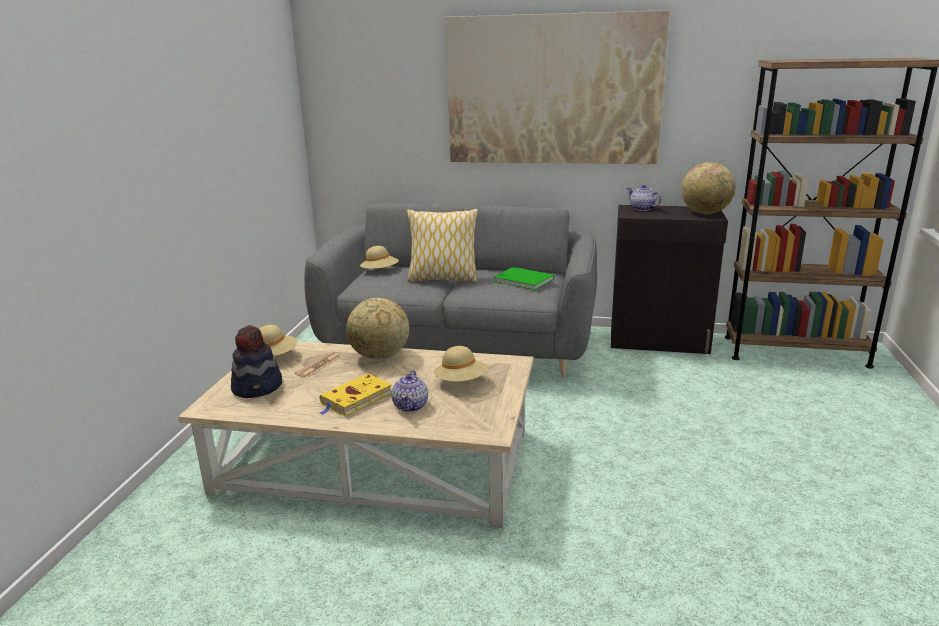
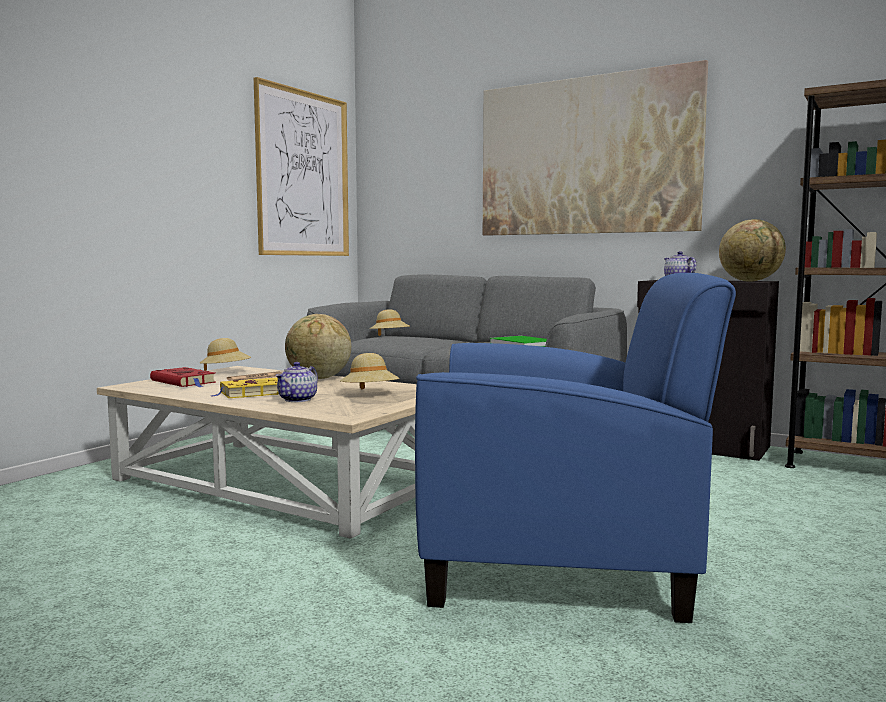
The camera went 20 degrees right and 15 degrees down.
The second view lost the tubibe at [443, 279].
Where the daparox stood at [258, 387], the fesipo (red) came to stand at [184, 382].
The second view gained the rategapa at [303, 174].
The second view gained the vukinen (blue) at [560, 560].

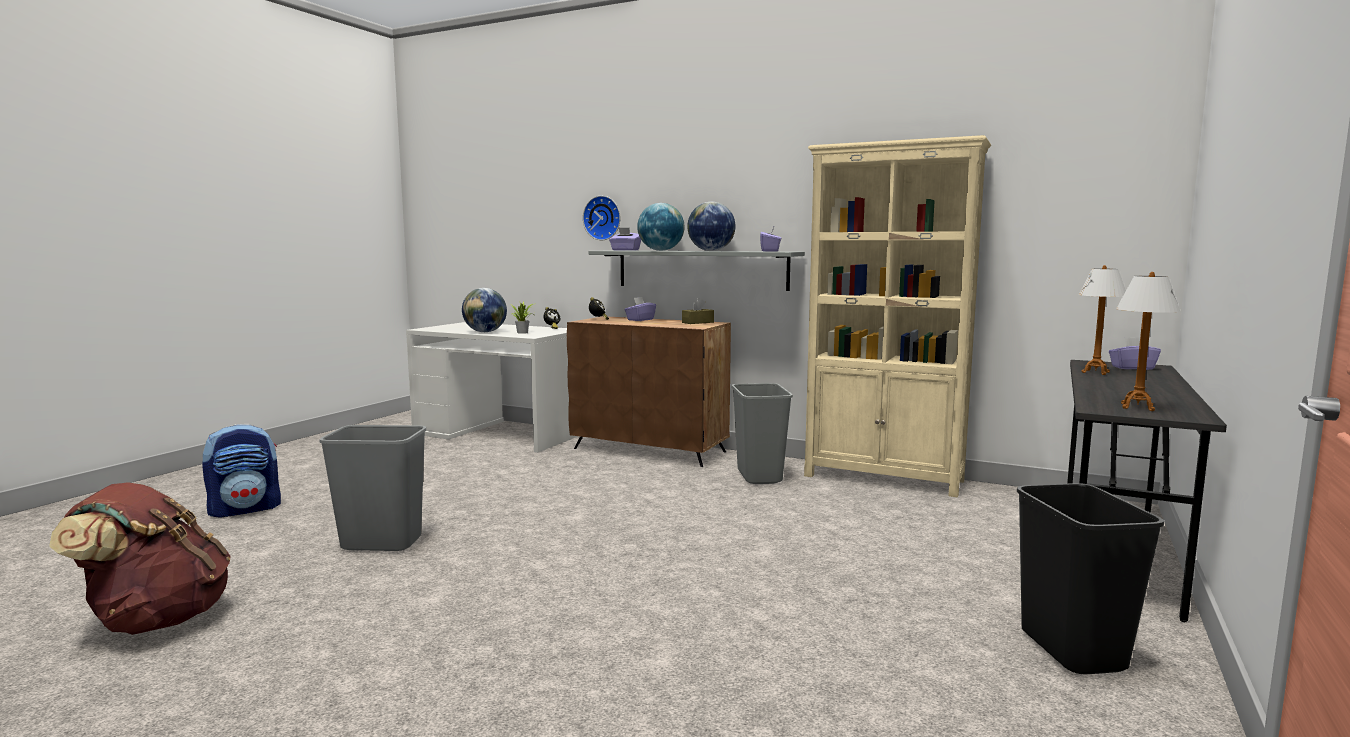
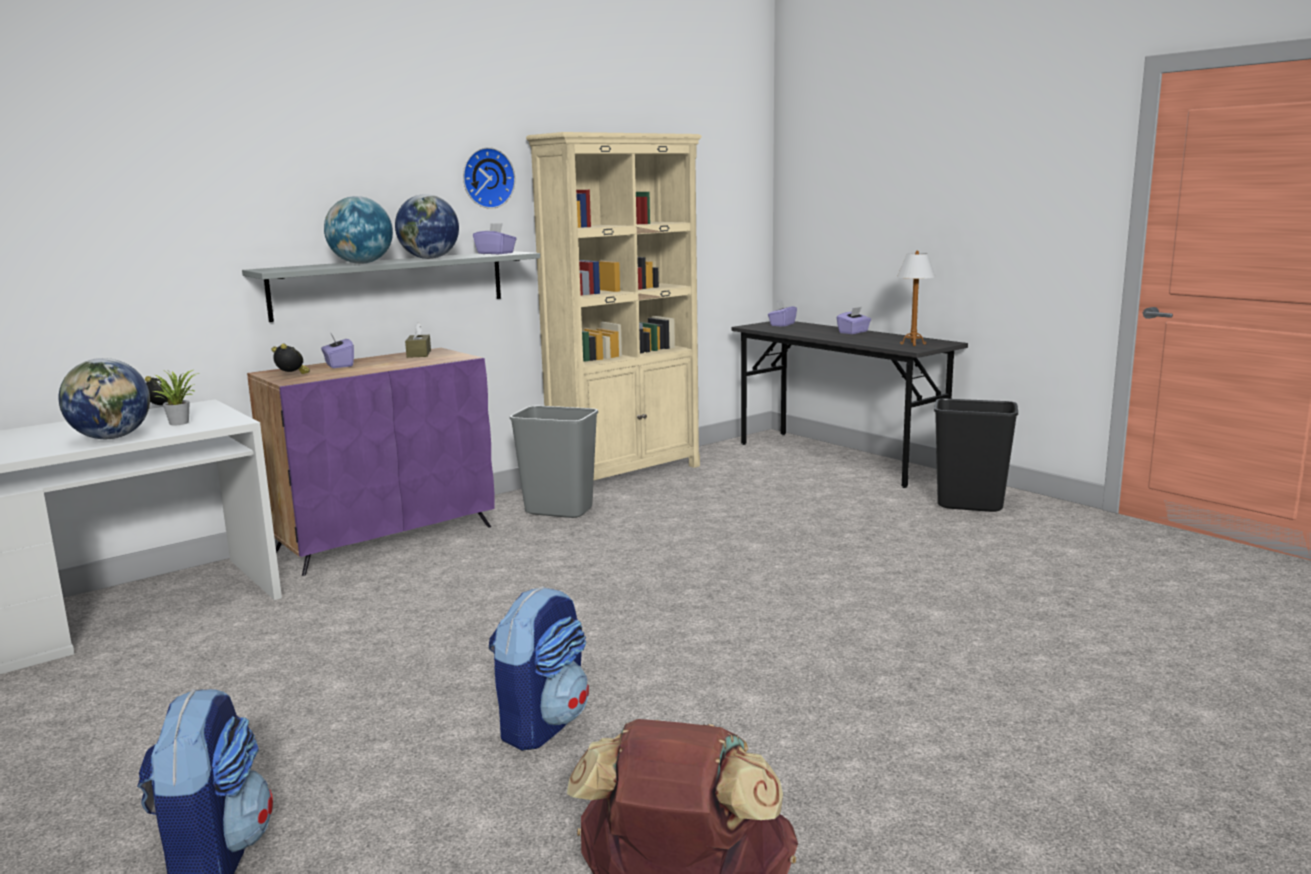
The camera went 65 degrees left and 5 degrees up.
The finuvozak ended up elsewhere, having gone from [603, 218] to [487, 178].
The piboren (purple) ended up elsewhere, having gone from [625, 250] to [853, 332].
The second view lost the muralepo at [1095, 372].
What was the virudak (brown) at [650, 450] turned into the virudak (purple) at [386, 538].
Where the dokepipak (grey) stood at [383, 543], the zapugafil came to stand at [542, 724].

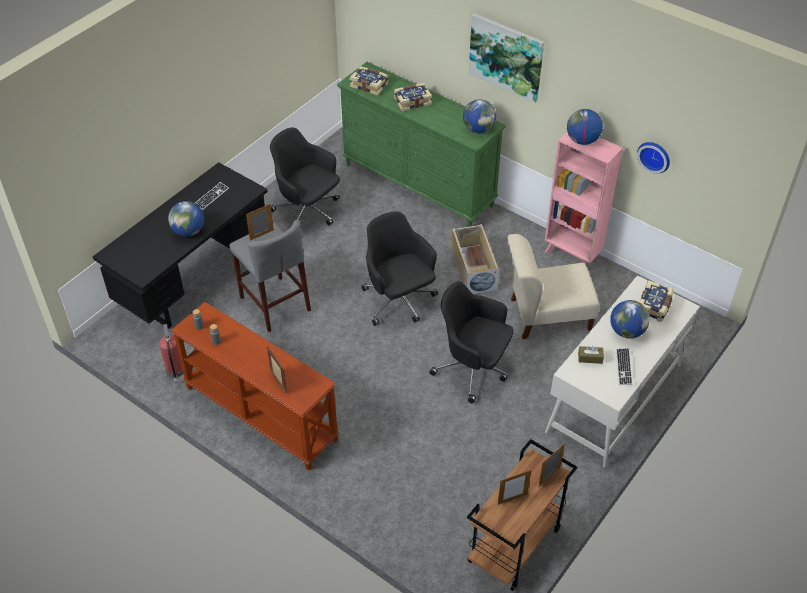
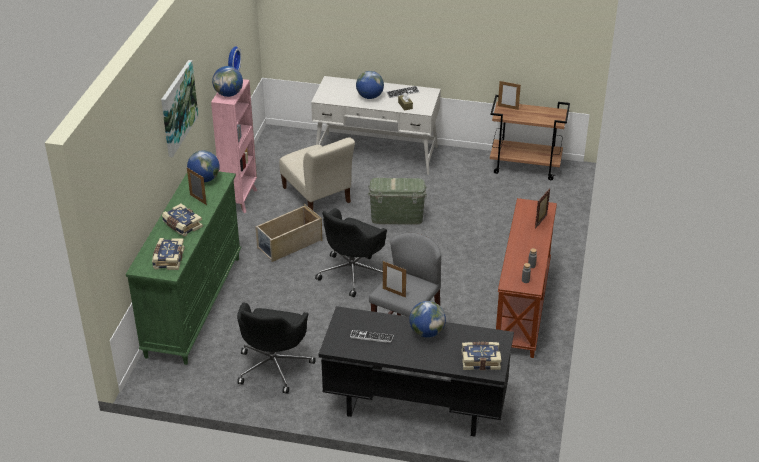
The camera went 115 degrees left and 10 degrees down.
The fesipo ended up elsewhere, having gone from [654, 306] to [480, 360].
Where the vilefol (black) stood at [473, 369], the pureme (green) came to stand at [397, 217].
The second view lost the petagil at [175, 371].
The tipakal ended up elsewhere, having gone from [512, 499] to [198, 200].

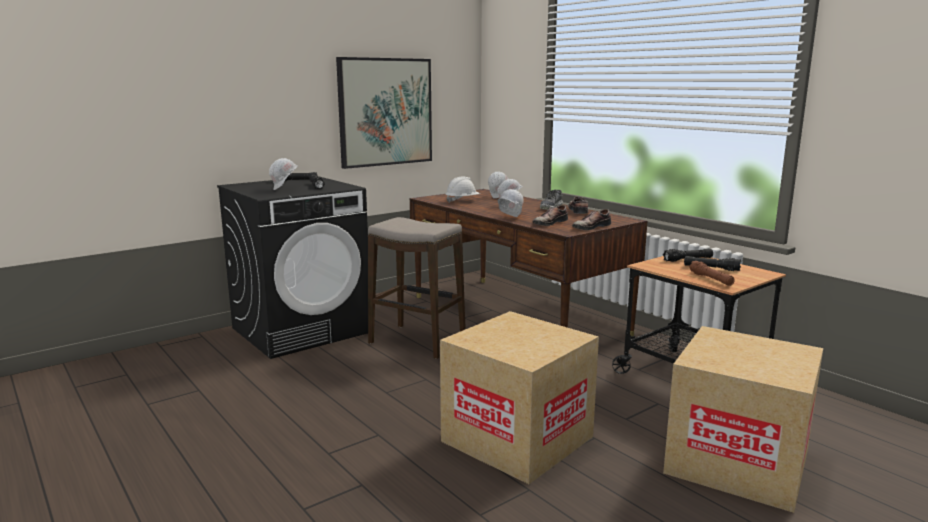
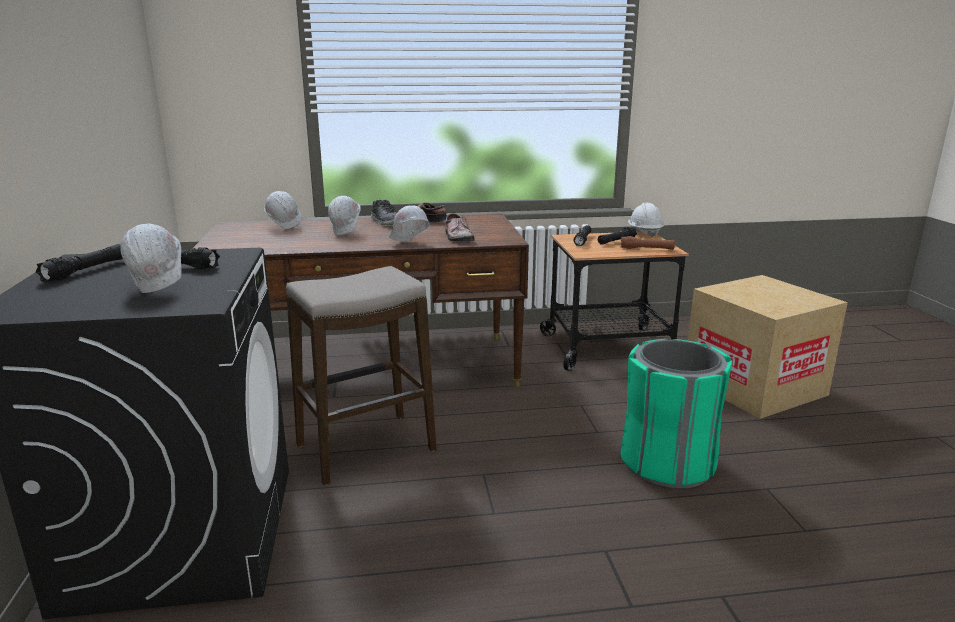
The camera went 60 degrees left and 5 degrees up.
The second view lost the rategapa at [385, 112].
The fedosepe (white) ended up elsewhere, having gone from [462, 201] to [644, 232].
The second view lost the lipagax at [590, 227].
Where the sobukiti stood at [517, 439], the dokepipak (green) came to stand at [667, 463].

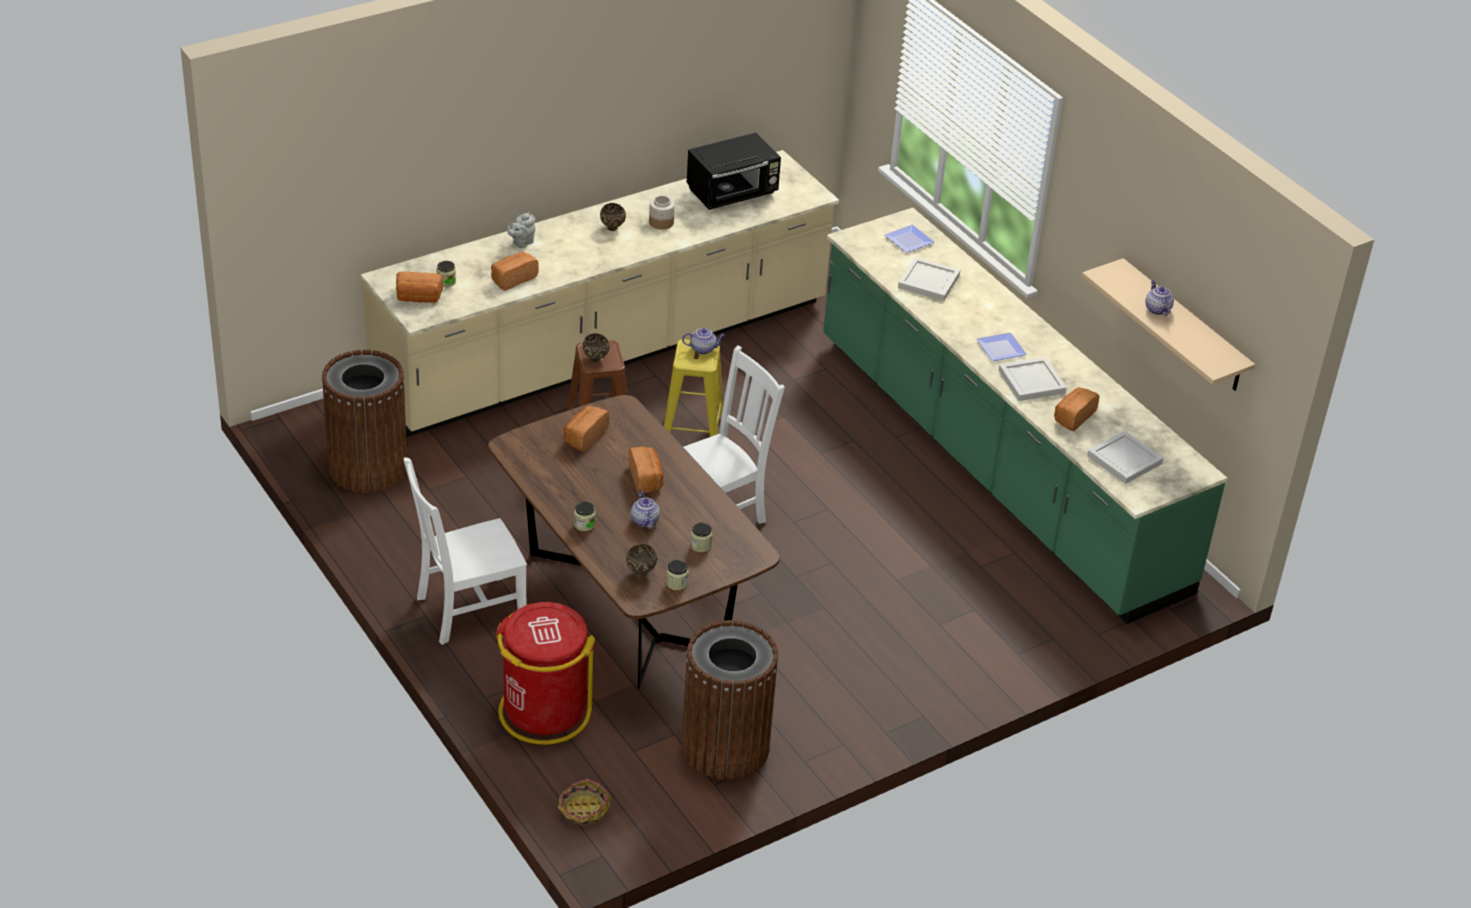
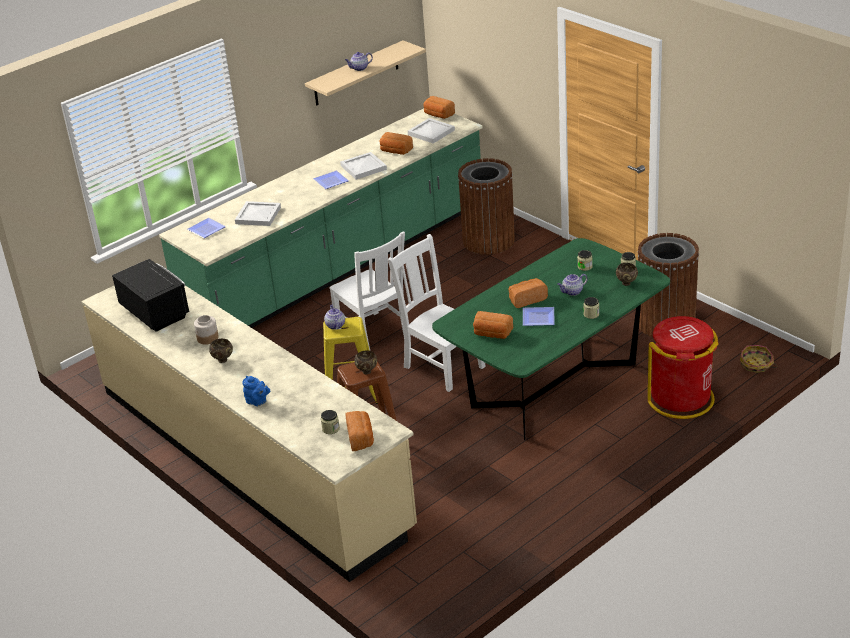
The camera went 95 degrees left and 5 degrees down.
What was the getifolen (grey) at [521, 243] turned into the getifolen (blue) at [258, 402].
The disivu ended up elsewhere, having gone from [513, 279] to [438, 115].
The dokepipak (brown) ended up elsewhere, having gone from [368, 467] to [488, 241].
What was the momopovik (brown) at [626, 603] turned into the momopovik (green) at [554, 386].
The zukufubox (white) ended up elsewhere, having gone from [467, 610] to [373, 335].
The second view gained the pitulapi at [537, 318].

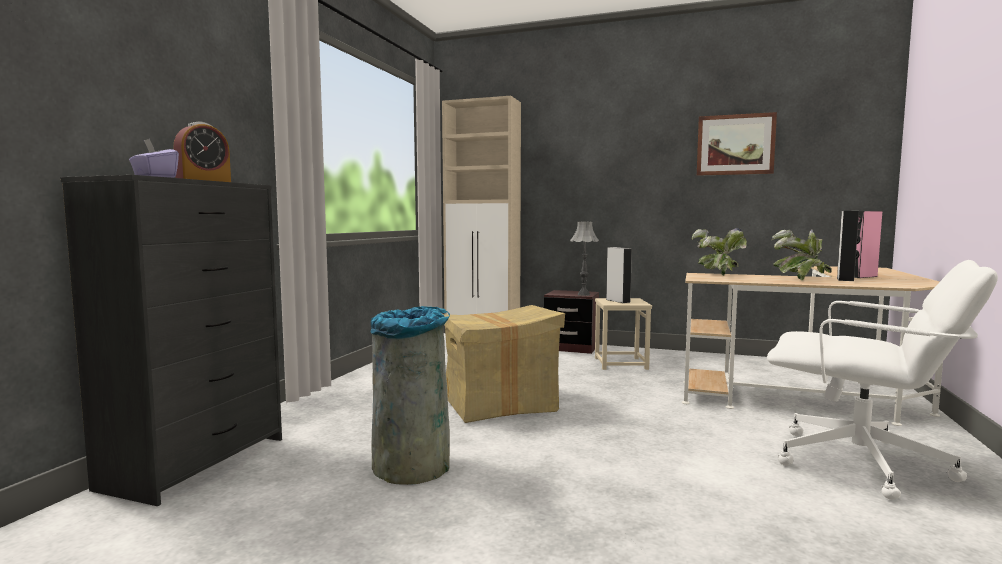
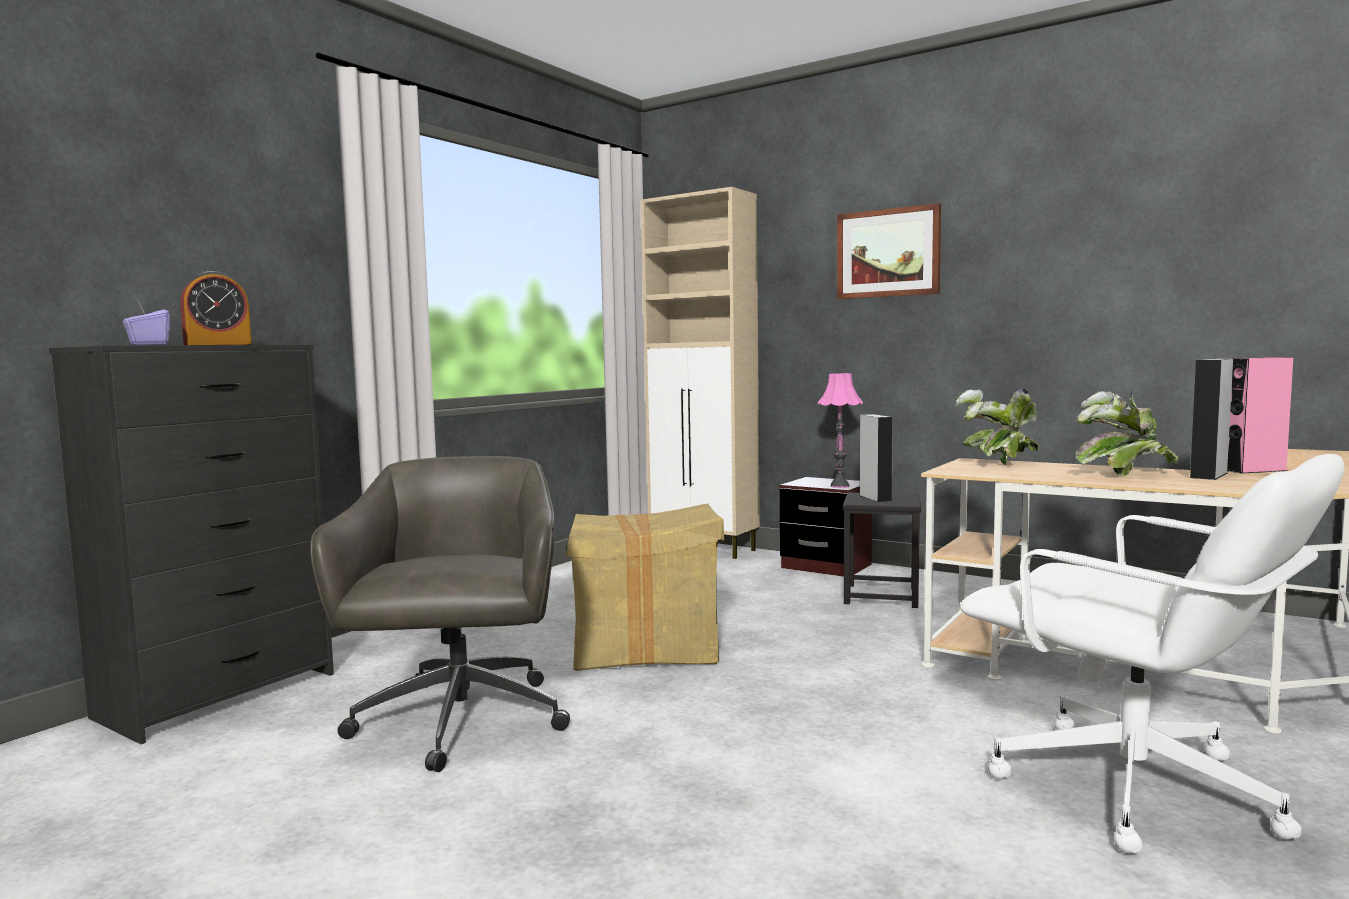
The camera went 15 degrees right and 0 degrees up.
The rategapa ended up elsewhere, having gone from [735, 145] to [888, 253].
What was the muralepo (grey) at [583, 295] turned into the muralepo (pink) at [839, 486].
What was the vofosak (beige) at [620, 363] turned into the vofosak (black) at [880, 595].
Where the dokepipak (grey) stood at [412, 465], the vilefol (grey) came to stand at [459, 723].

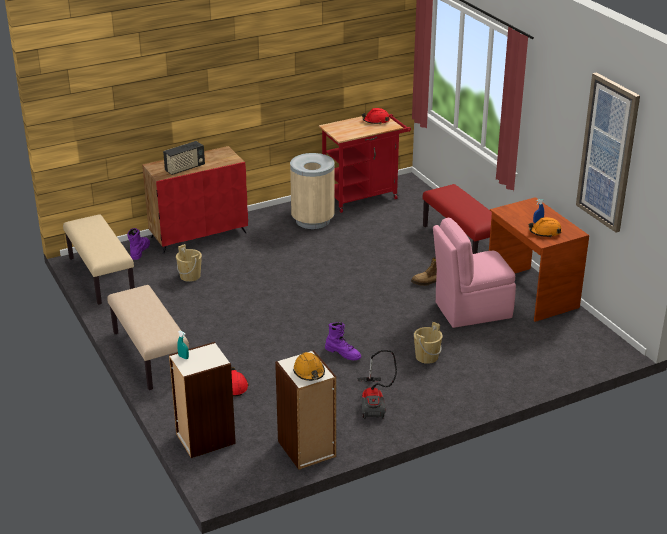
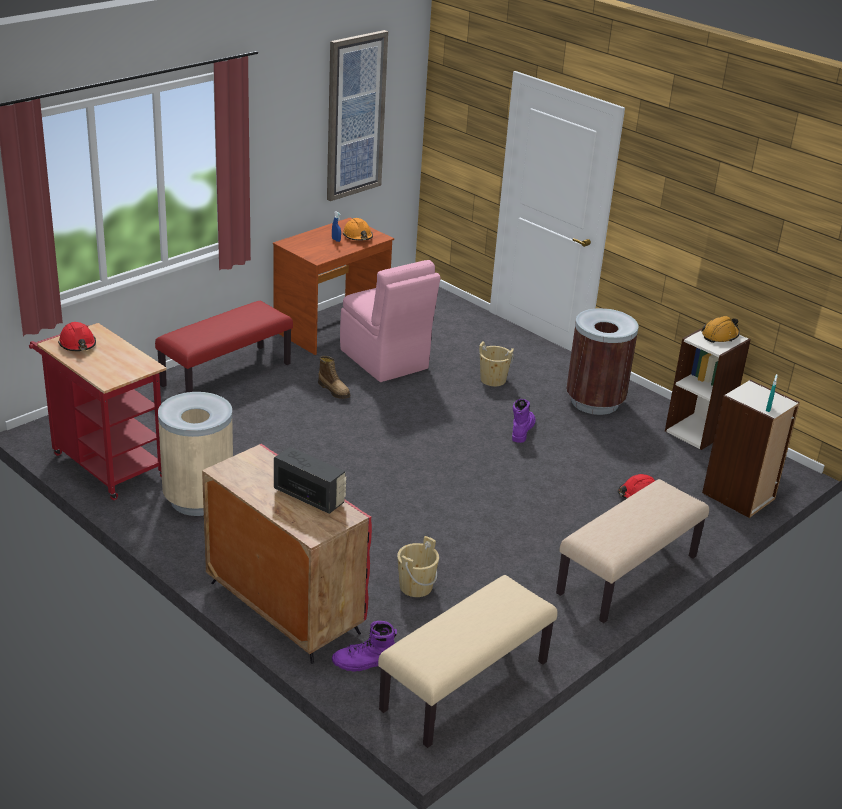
The camera went 110 degrees left and 0 degrees up.
Where the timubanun stood at [374, 403], the dokepipak (brown) came to stand at [595, 402].

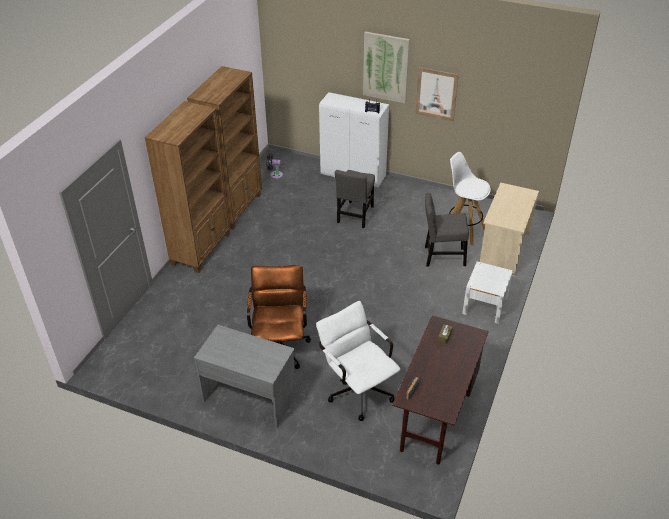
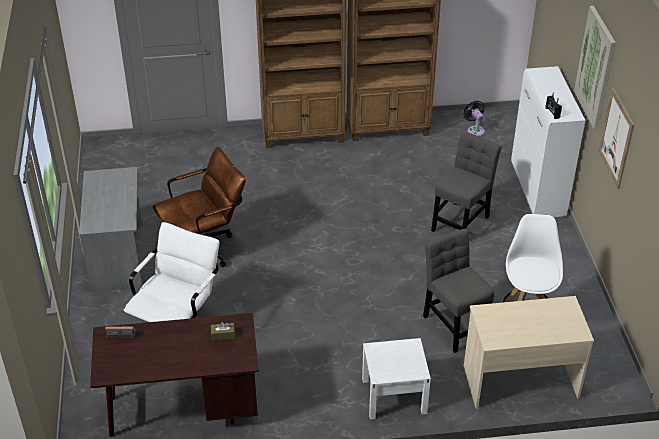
The camera went 60 degrees right and 0 degrees up.
The zukufubox (grey) at [355, 216] ended up facing another way, 135 degrees clockwise from before.

